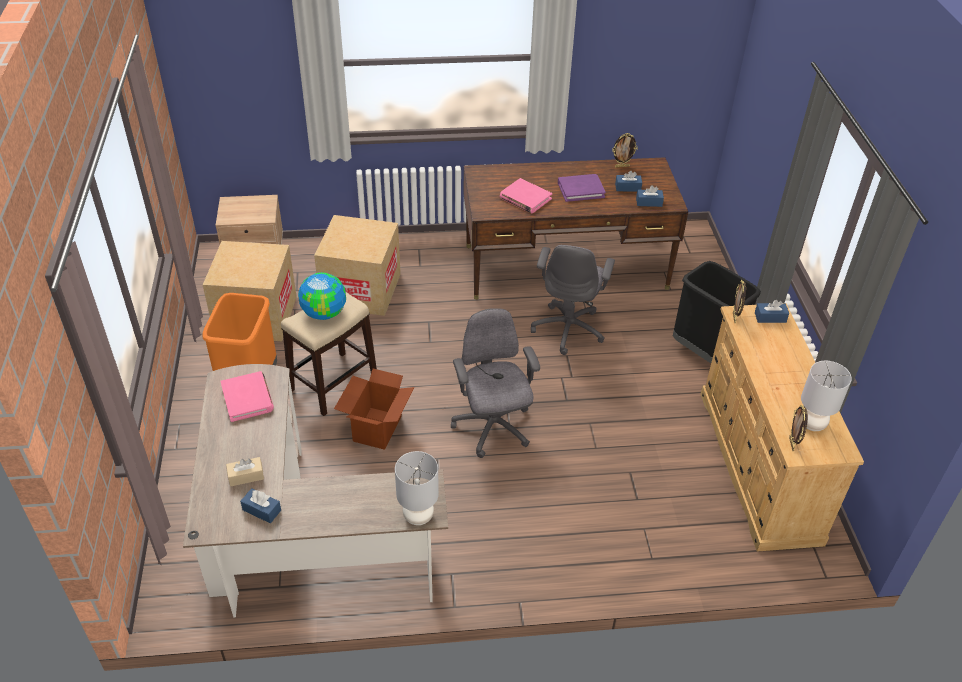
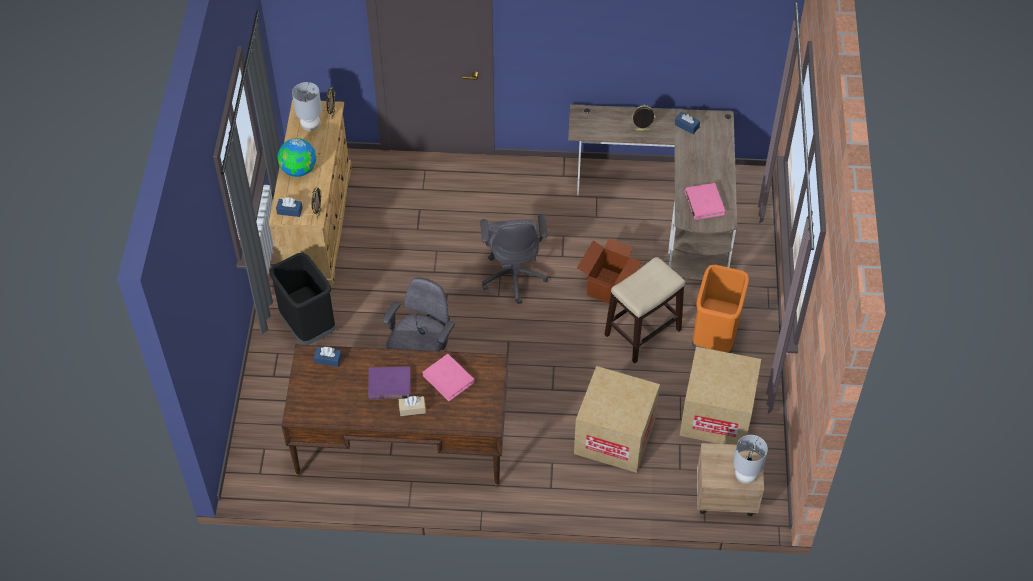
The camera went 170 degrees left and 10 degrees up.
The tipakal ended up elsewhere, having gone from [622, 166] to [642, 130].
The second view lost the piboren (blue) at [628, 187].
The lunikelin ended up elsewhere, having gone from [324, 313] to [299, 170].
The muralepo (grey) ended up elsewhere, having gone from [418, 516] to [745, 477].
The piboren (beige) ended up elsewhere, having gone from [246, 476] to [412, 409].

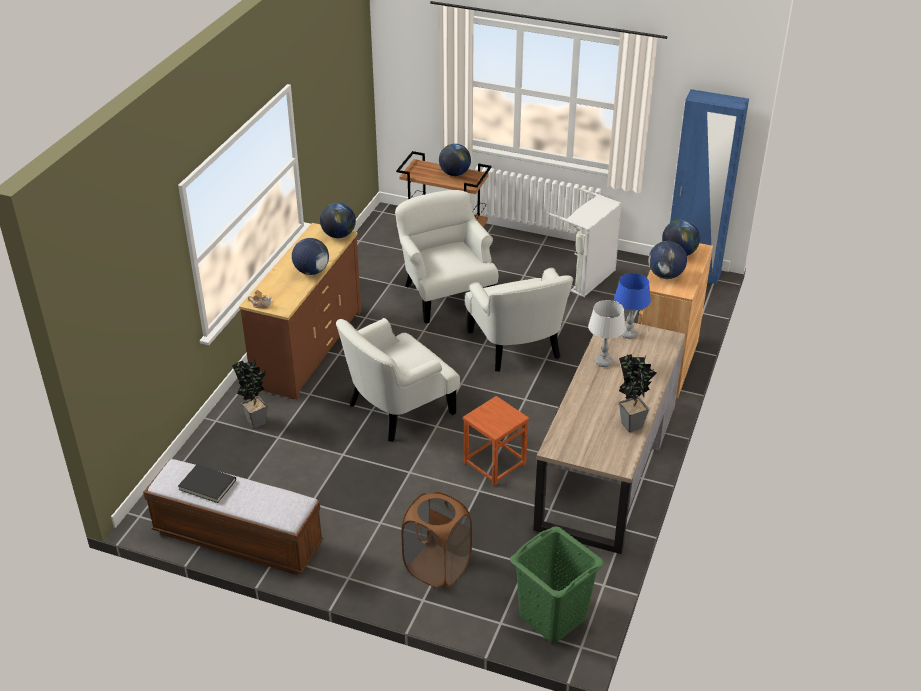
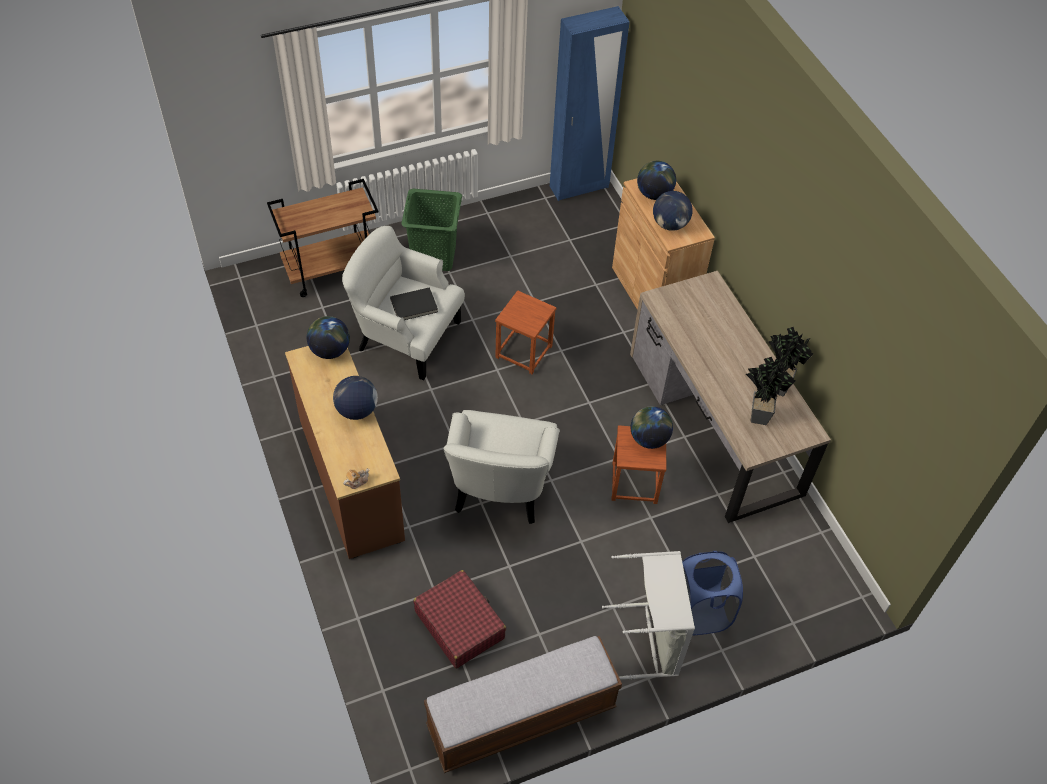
The camera went 45 degrees left and 15 degrees up.
The lunikelin ended up elsewhere, having gone from [454, 173] to [648, 439].
The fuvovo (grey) ended up elsewhere, having gone from [586, 278] to [650, 640].
Where the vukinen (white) stood at [517, 345], the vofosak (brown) came to stand at [524, 352].
The second view lost the muralepo (blue) at [628, 334].
The second view lost the muralepo (grey) at [603, 362].
The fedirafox ended up elsewhere, having gone from [256, 419] to [755, 415].
The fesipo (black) ended up elsewhere, having gone from [207, 485] to [414, 306].
What was the fuvovo (brown) at [437, 567] turned into the fuvovo (blue) at [699, 613].
The fuvovo (green) ended up elsewhere, having gone from [552, 617] to [434, 256].
The second view gained the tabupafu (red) at [459, 624].

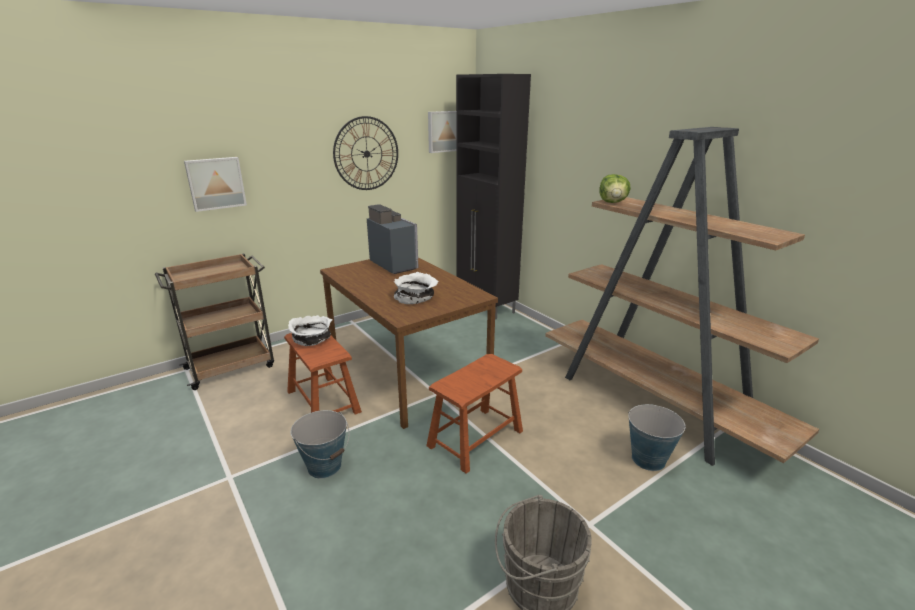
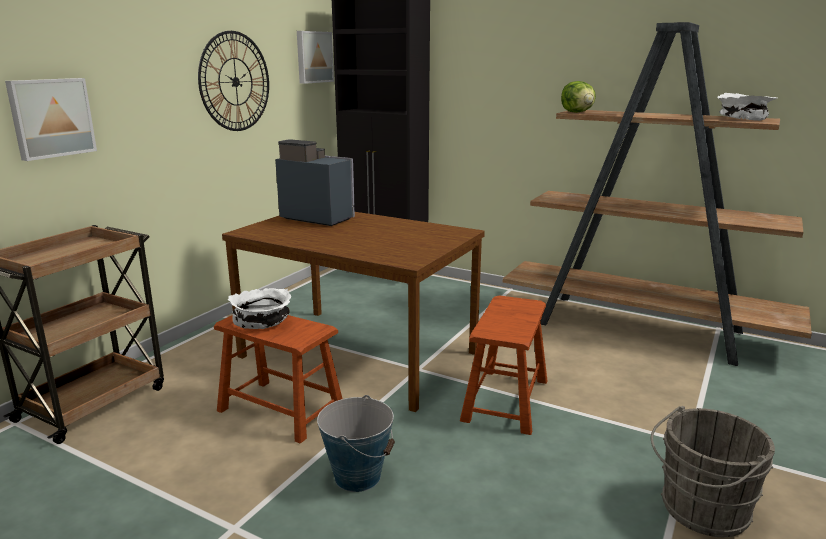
The camera went 25 degrees left and 5 degrees down.
The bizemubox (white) ended up elsewhere, having gone from [416, 297] to [743, 118].
The second view lost the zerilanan at [648, 459].

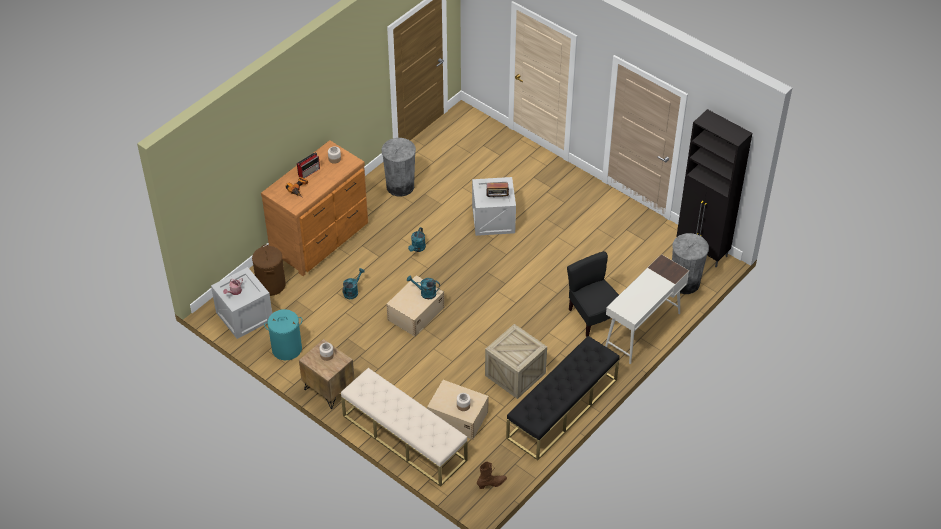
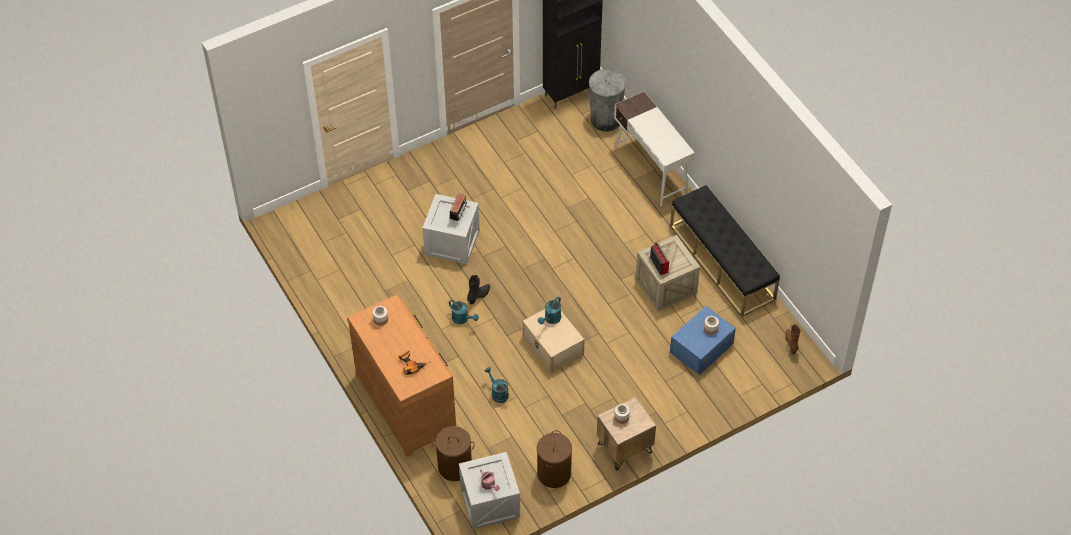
The camera went 70 degrees left and 5 degrees up.
The second view lost the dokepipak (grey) at [400, 186].
The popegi ended up elsewhere, having gone from [309, 172] to [659, 264].
The second view lost the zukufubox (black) at [593, 316].
What was the fuvovo (turquoise) at [287, 349] turned into the fuvovo (brown) at [554, 473].
The second view lost the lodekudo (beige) at [404, 438].
What was the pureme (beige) at [457, 416] turned into the pureme (blue) at [701, 348].
The second view gained the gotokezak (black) at [479, 296].

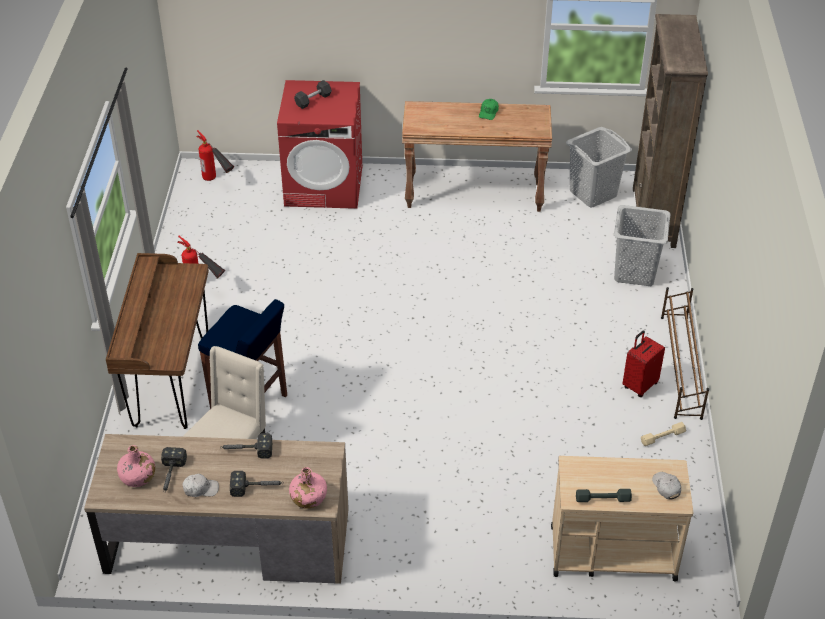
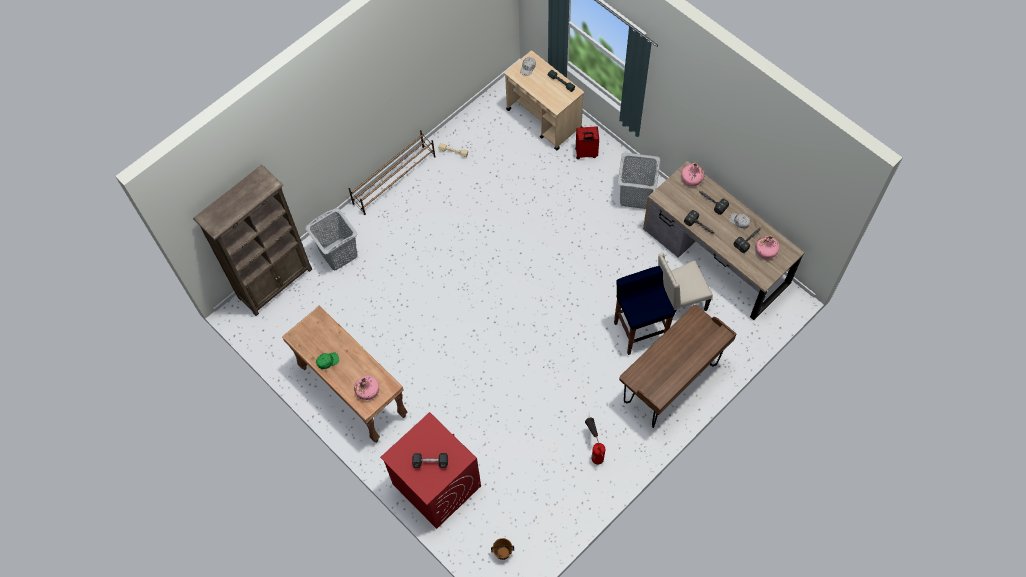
The camera went 135 degrees left and 20 degrees up.
The fuvovo (grey) ended up elsewhere, having gone from [592, 193] to [635, 196].
Where the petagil stood at [217, 182], the zerilanan (brown) came to stand at [503, 553].
The tabupafu (red) ended up elsewhere, having gone from [639, 385] to [586, 153].
The second view gained the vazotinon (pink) at [367, 390].

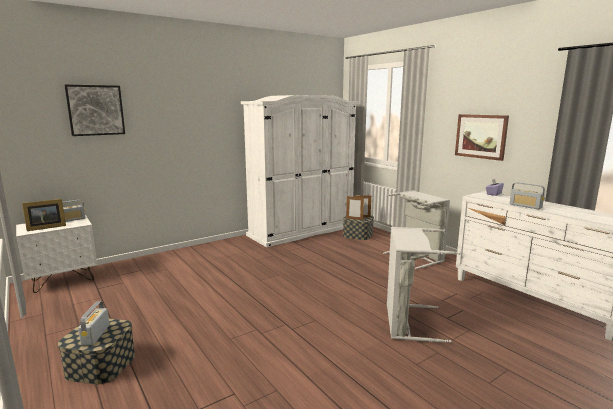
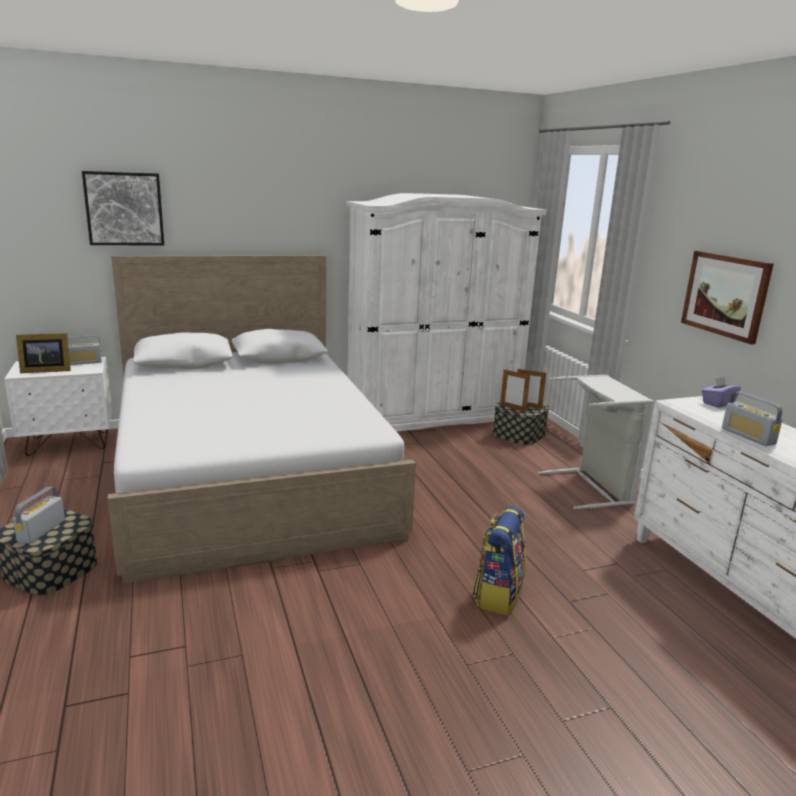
The camera went 15 degrees right and 5 degrees up.
Where the fuvovo (grey) stood at [407, 322], the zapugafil came to stand at [498, 594].
The second view gained the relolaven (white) at [249, 474].

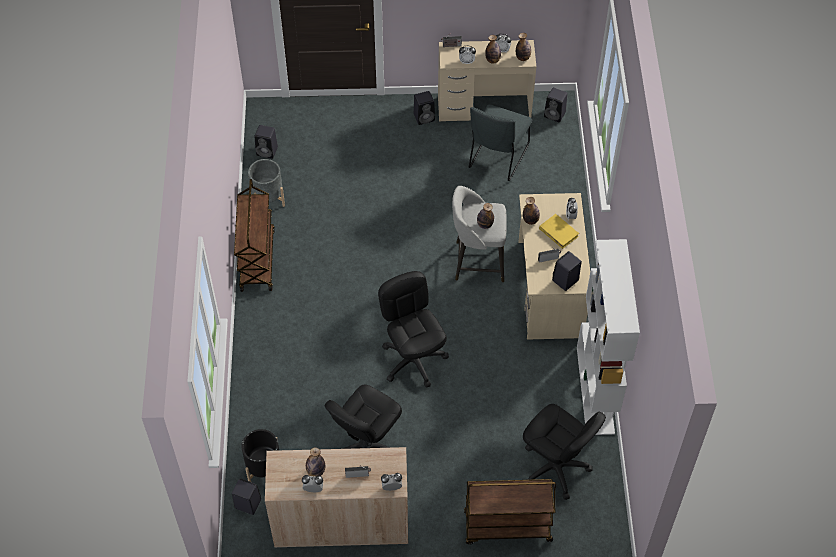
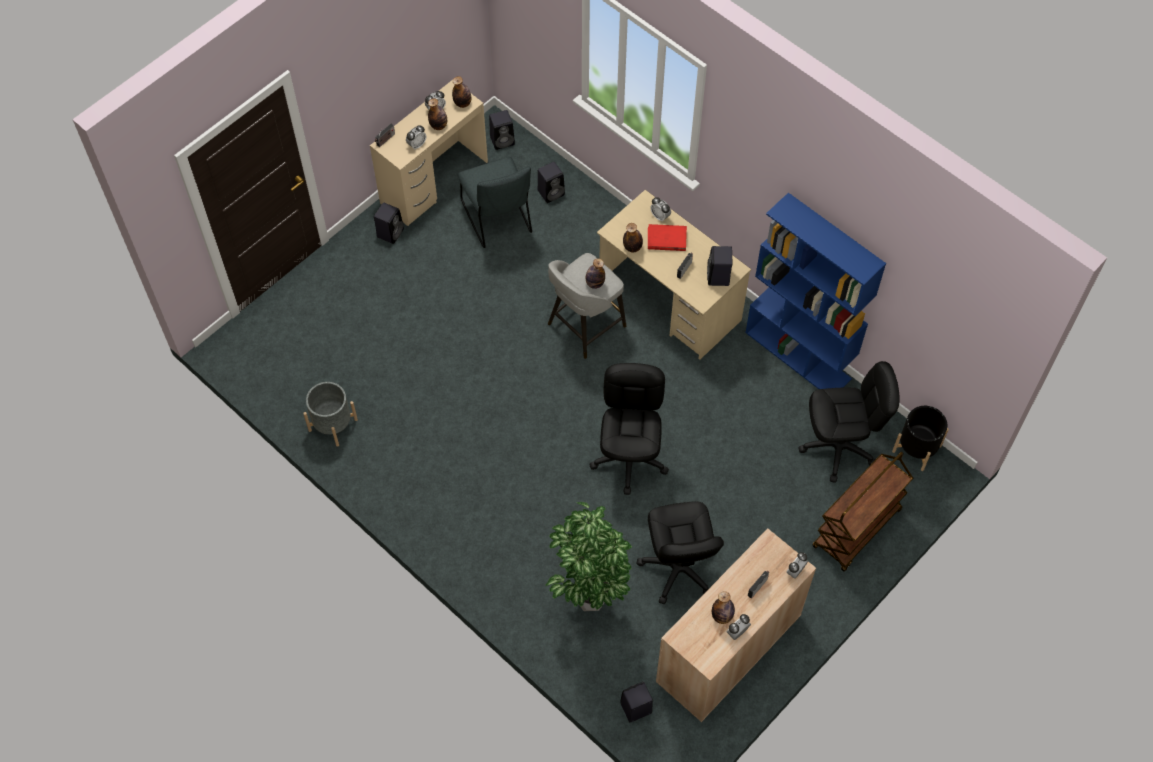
The camera went 45 degrees left and 5 degrees up.
The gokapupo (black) ended up elsewhere, having gone from [268, 151] to [551, 192].
The second view lost the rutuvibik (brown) at [257, 259].
What was the fesipo (yellow) at [558, 232] turned into the fesipo (red) at [666, 239].
What was the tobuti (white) at [596, 390] turned into the tobuti (blue) at [799, 355].
The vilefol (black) at [413, 360] ended up facing another way, 75 degrees clockwise from before.
The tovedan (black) ended up elsewhere, having gone from [264, 468] to [916, 448].
The second view gained the fedirafox at [588, 603].

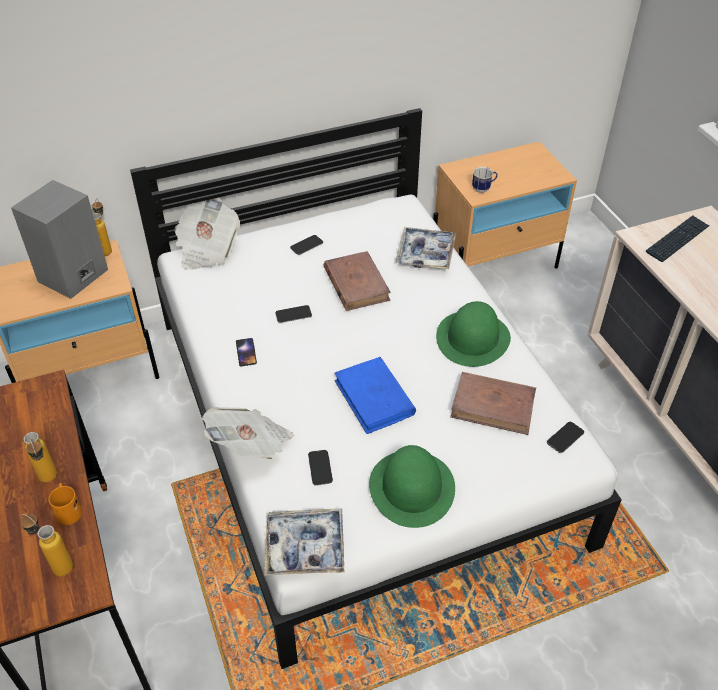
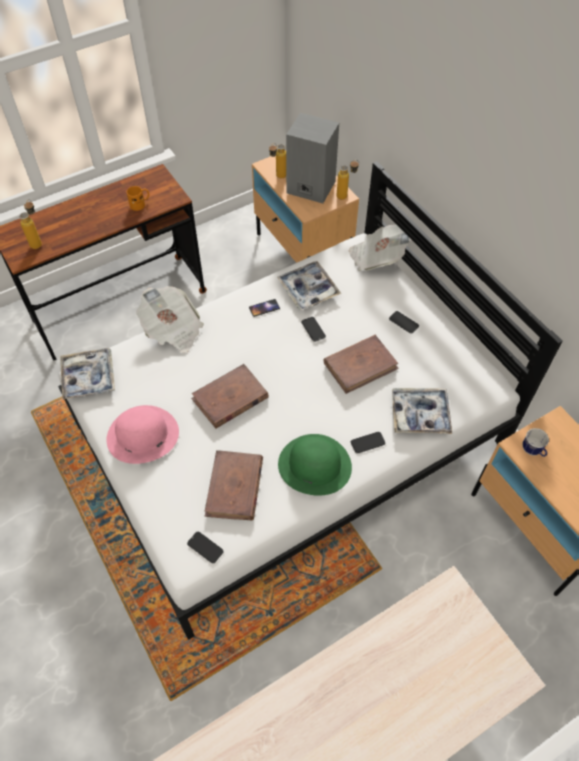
The camera went 80 degrees right and 10 degrees up.
The second view lost the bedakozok at [677, 239].
What was the fesipo (blue) at [374, 398] turned into the fesipo (brown) at [230, 398].
The vazotinon ended up elsewhere, having gone from [49, 481] to [277, 177].
What was the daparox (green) at [412, 488] turned into the daparox (pink) at [142, 435].
The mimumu ended up elsewhere, having gone from [320, 468] to [367, 443].
The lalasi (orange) ended up elsewhere, having gone from [68, 509] to [140, 204].
The second view gained the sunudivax at [308, 289].

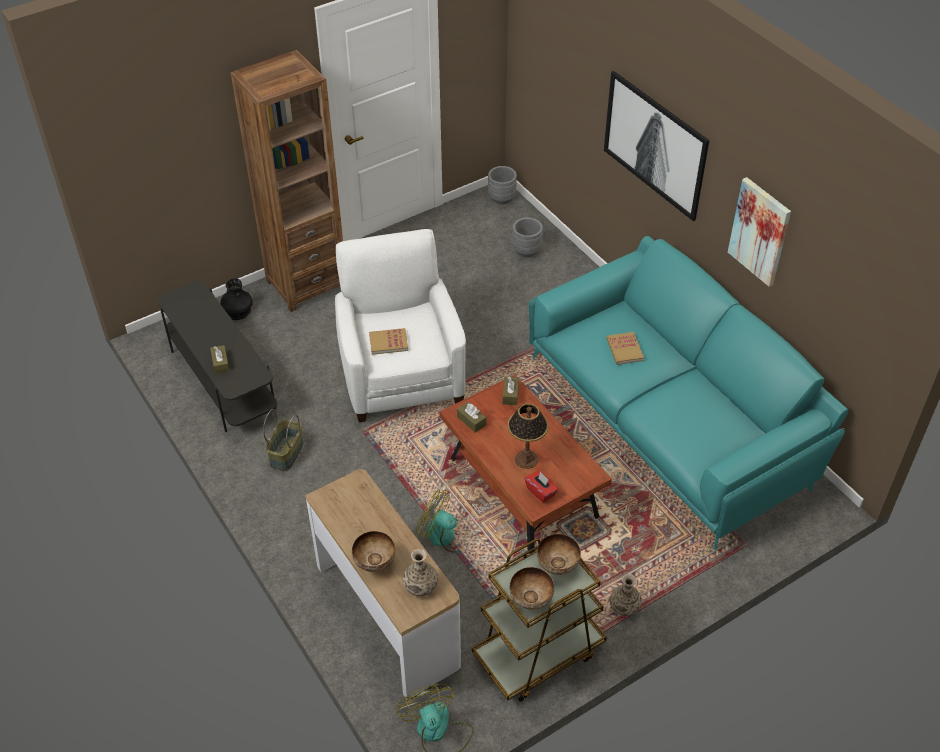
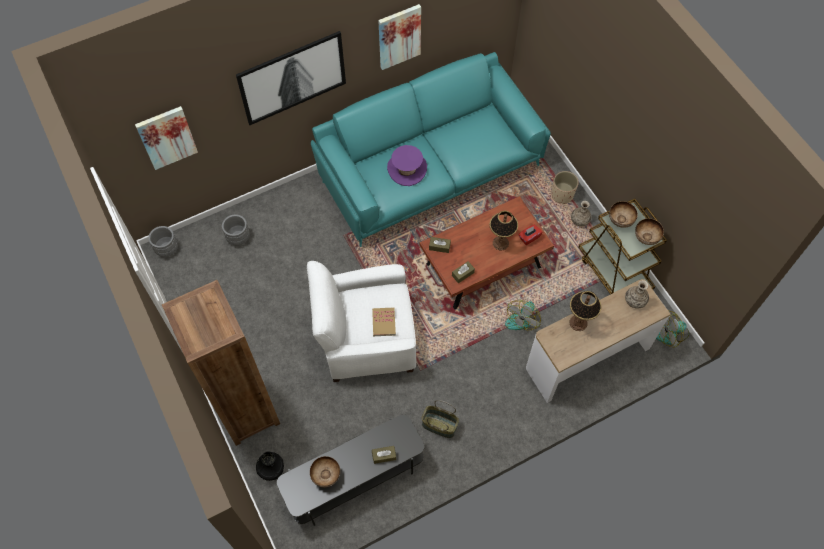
The camera went 85 degrees left and 15 degrees up.
Where the fesipo stood at [624, 349], the daparox (purple) came to stand at [407, 169].
The bizemubox ended up elsewhere, having gone from [374, 563] to [326, 476].
The second view gained the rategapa at [166, 137].
The second view gained the tovedan (beige) at [562, 195].
The second view gained the muralepo at [578, 322].

